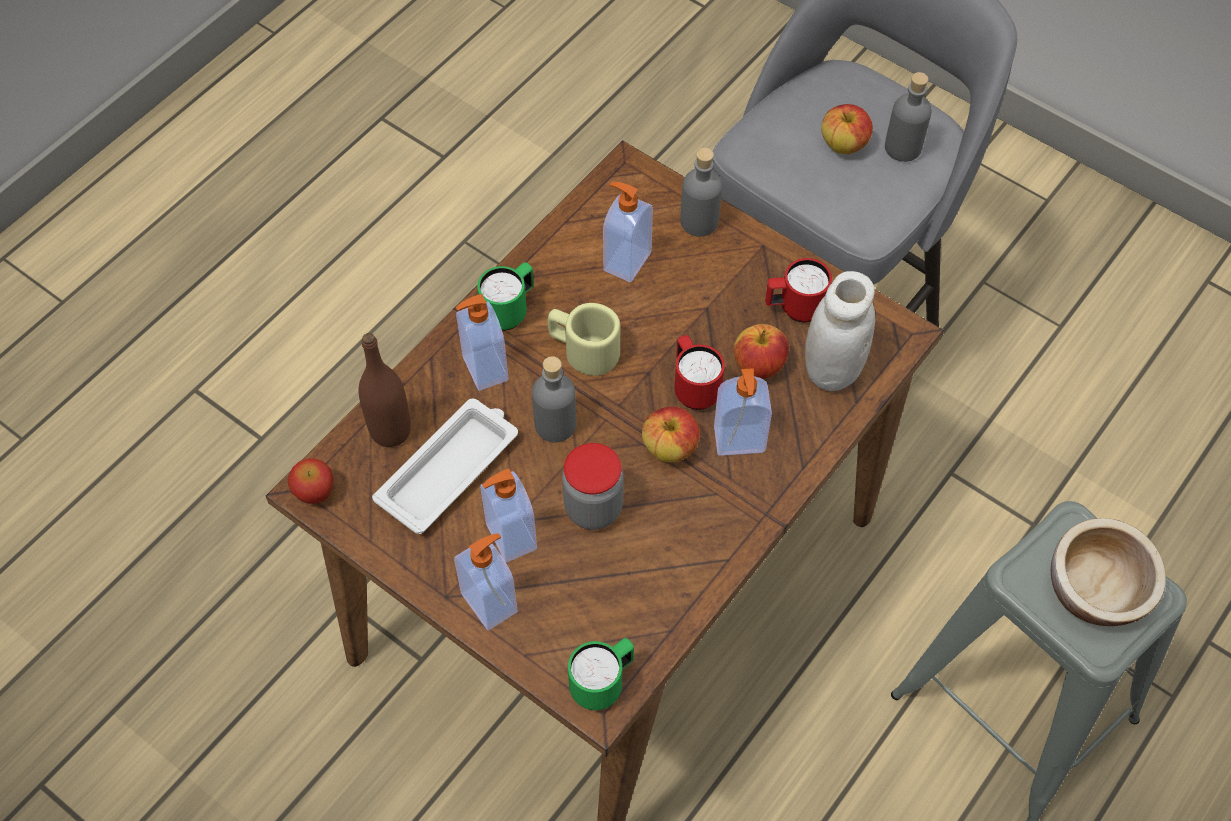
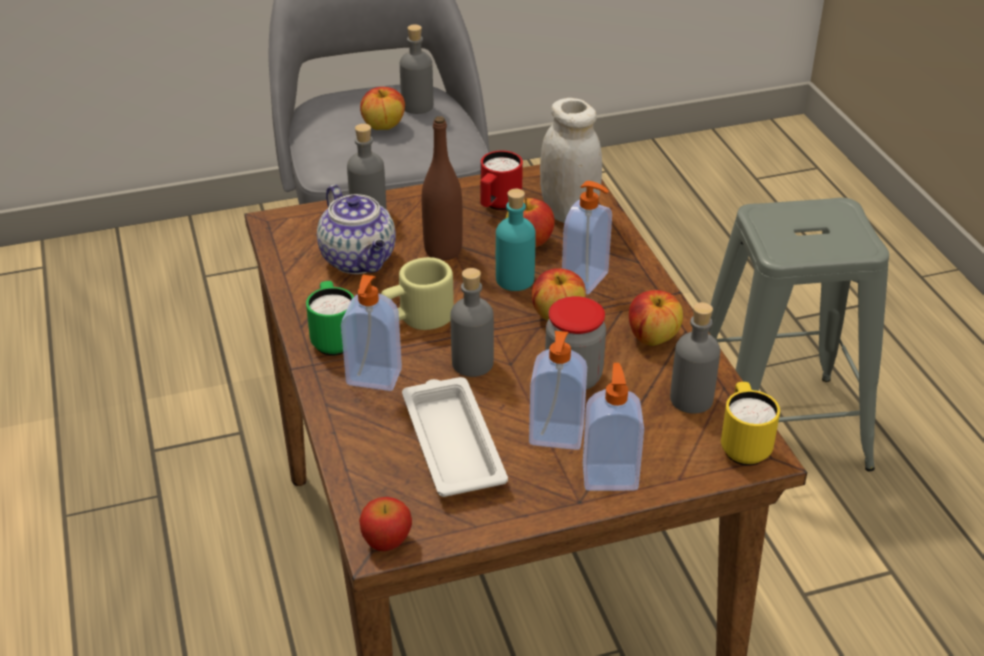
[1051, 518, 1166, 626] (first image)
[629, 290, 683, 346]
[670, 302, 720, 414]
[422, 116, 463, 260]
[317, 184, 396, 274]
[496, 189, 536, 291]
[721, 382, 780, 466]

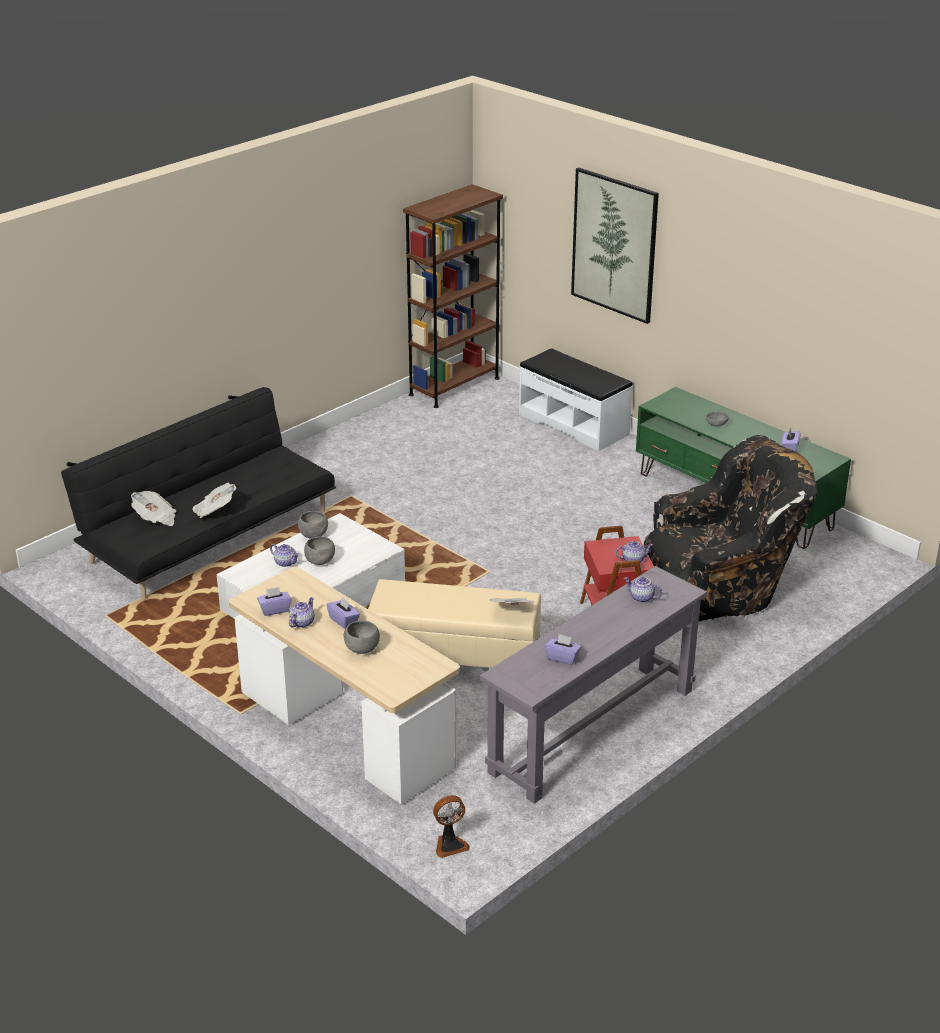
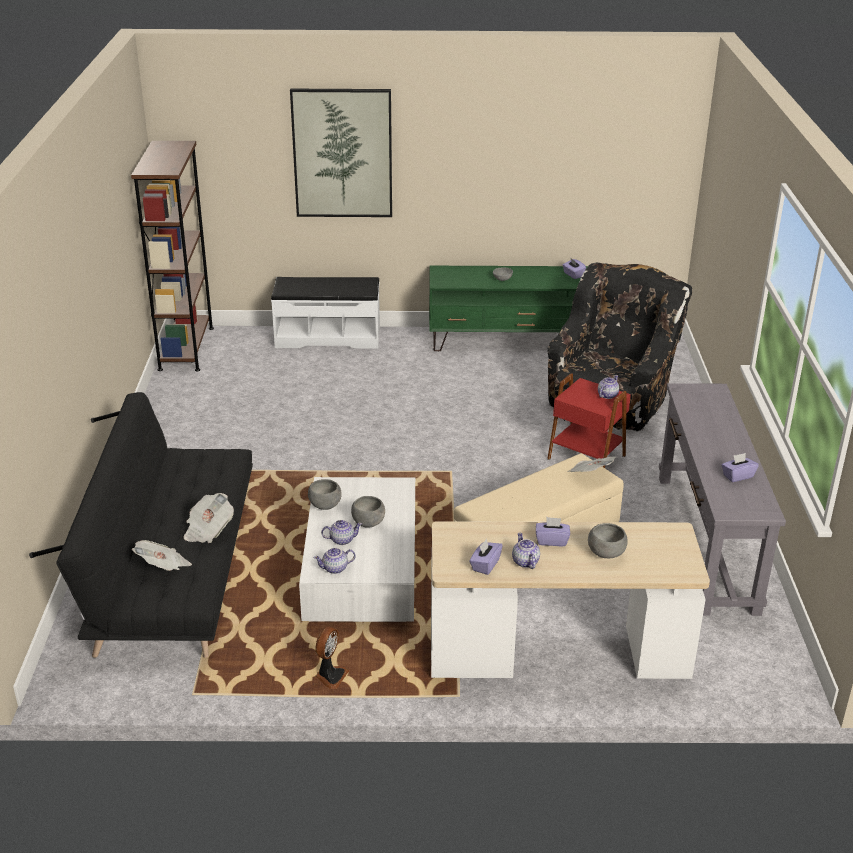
[315, 627, 349, 689]
[314, 548, 355, 574]

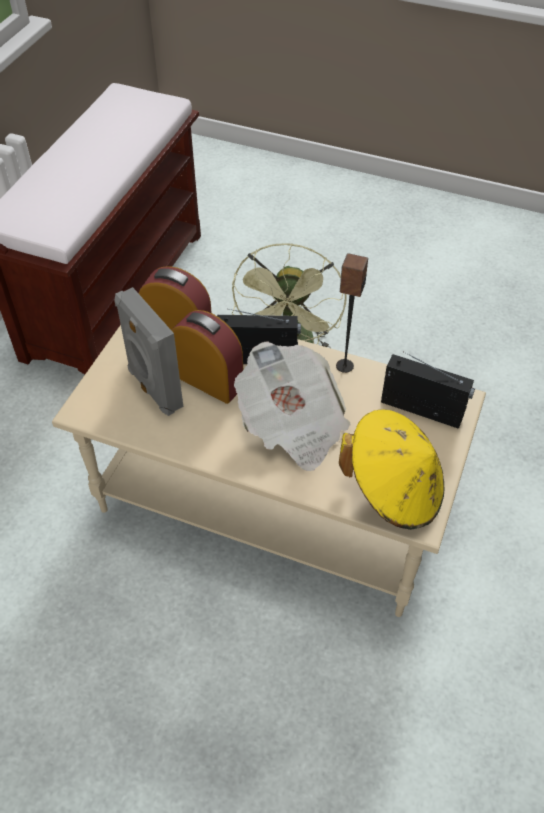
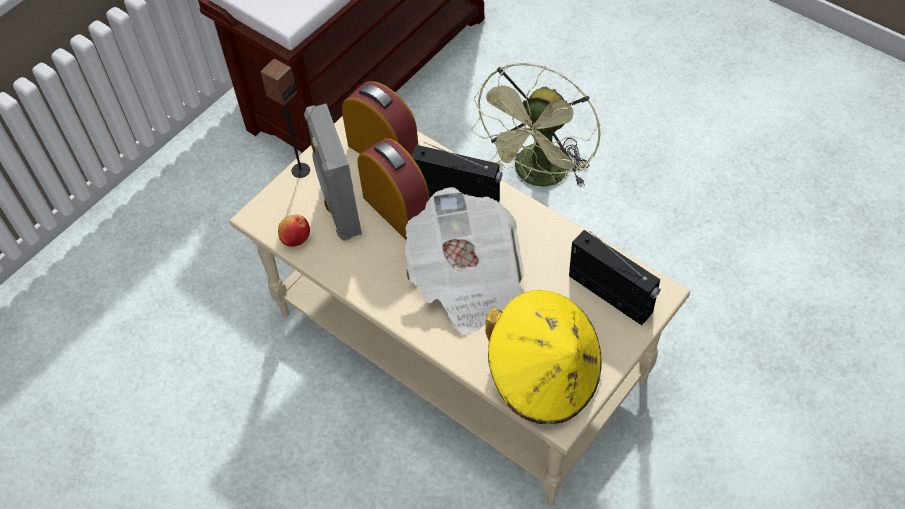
[278, 215, 310, 247]
[260, 59, 310, 178]

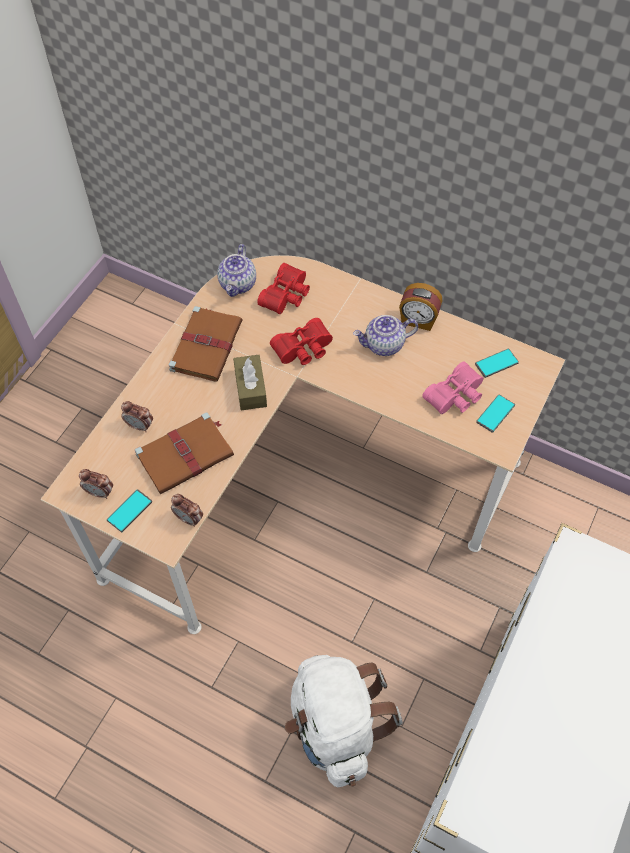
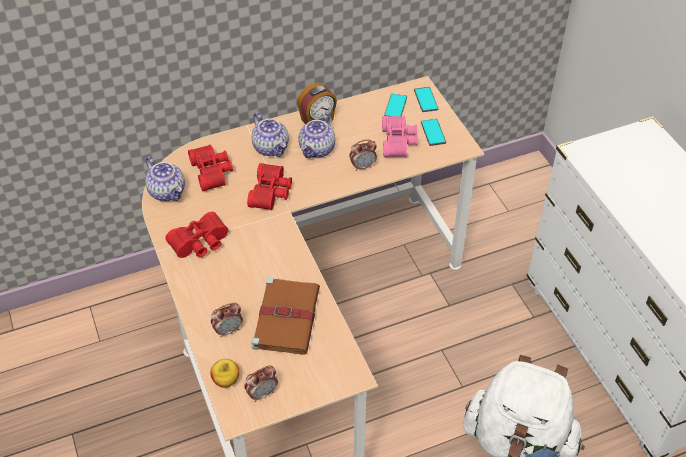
[233, 355, 267, 410] (first image)
[210, 359, 240, 388]
[252, 113, 289, 157]
[414, 87, 438, 112]
[349, 139, 377, 171]
[165, 212, 228, 258]

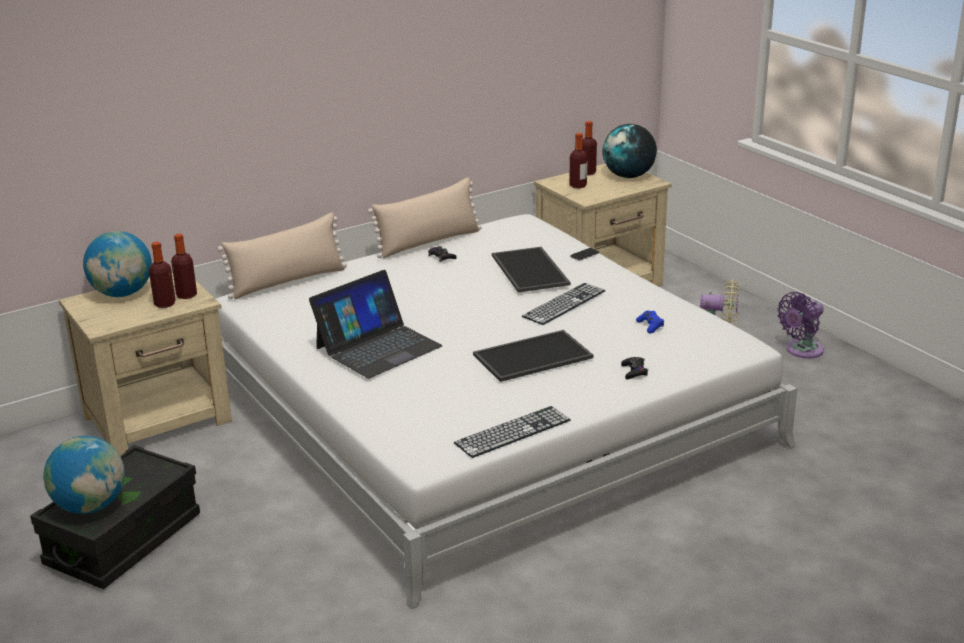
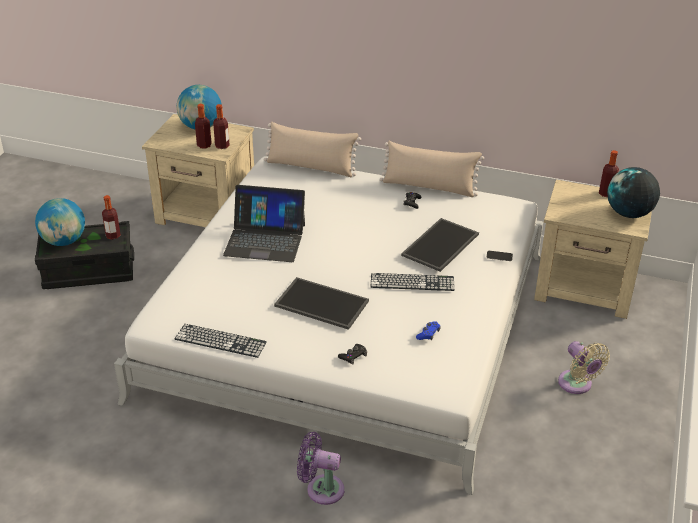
[102, 195, 121, 240]
[297, 432, 344, 505]

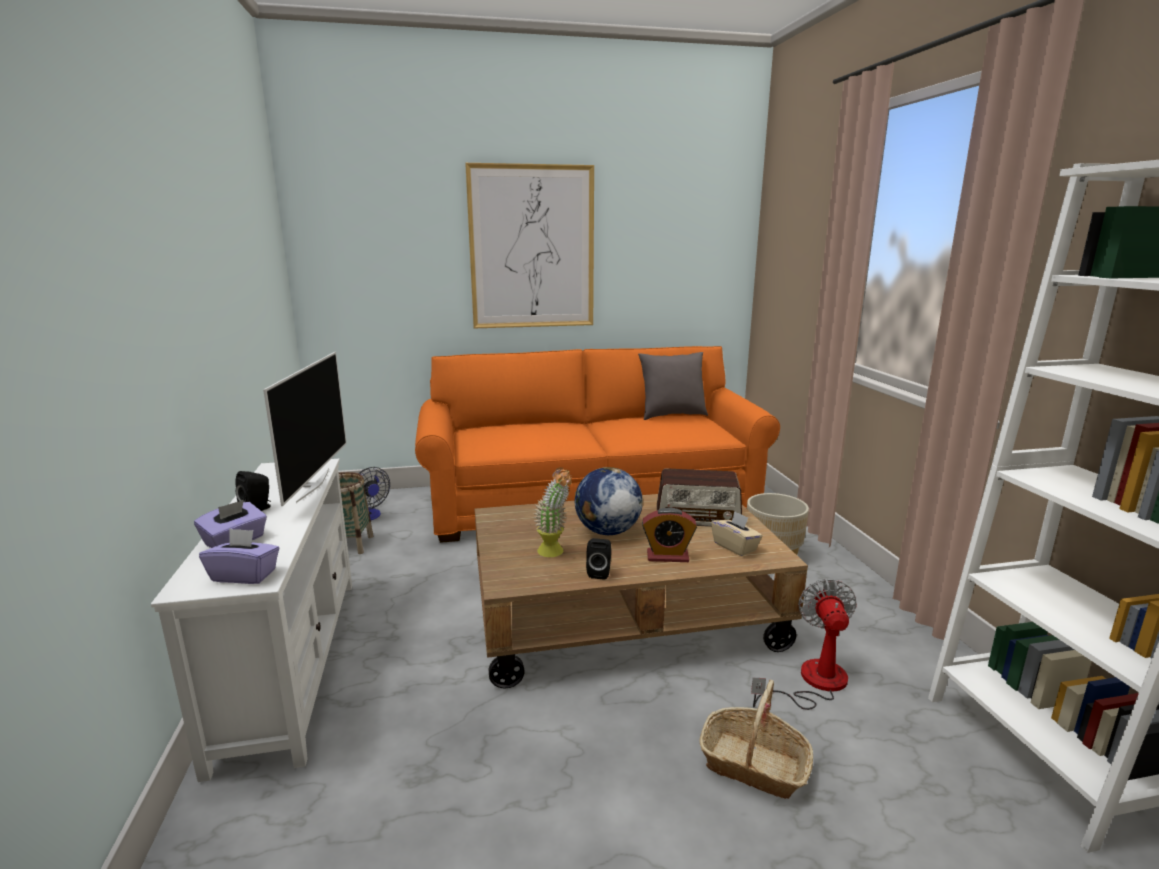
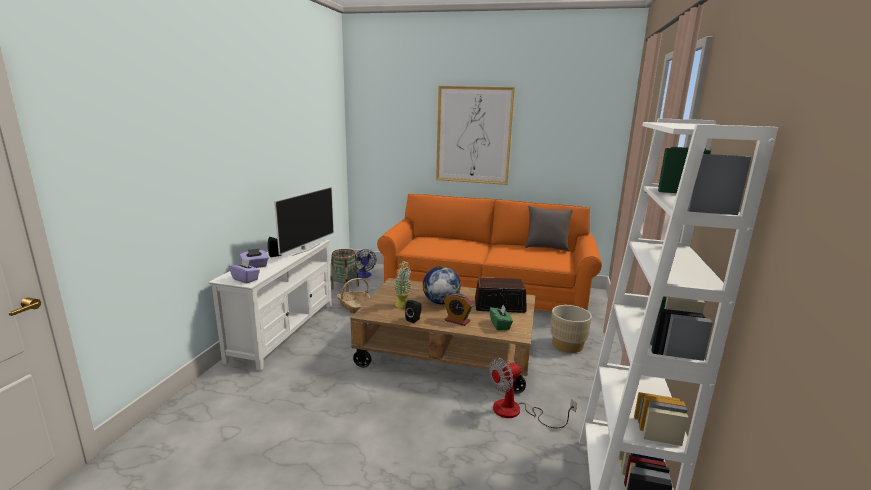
[337, 278, 370, 313]
[490, 305, 513, 330]
[475, 277, 527, 313]
[489, 357, 577, 428]

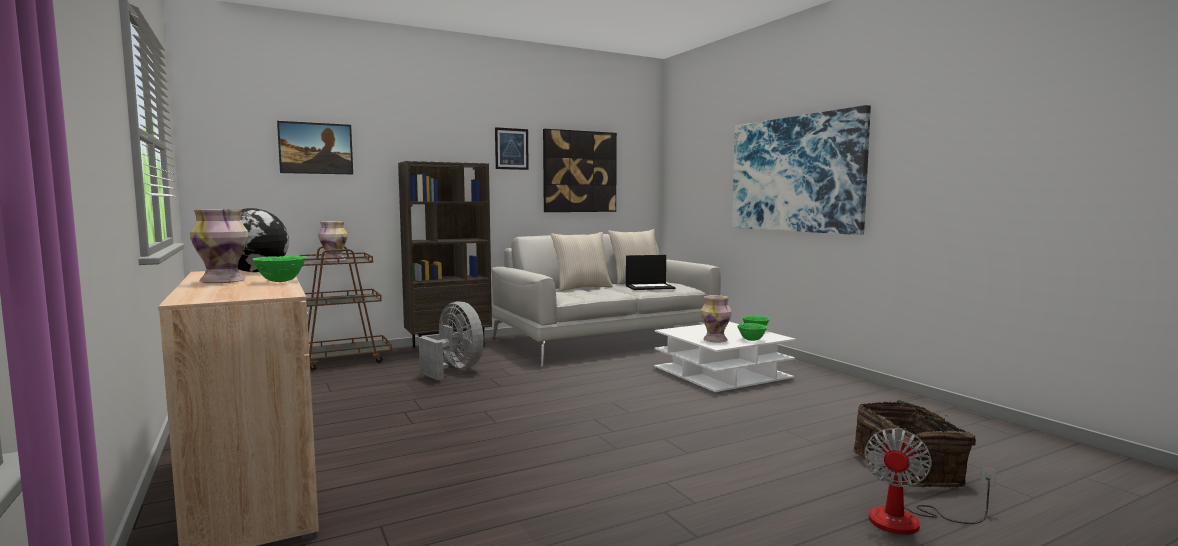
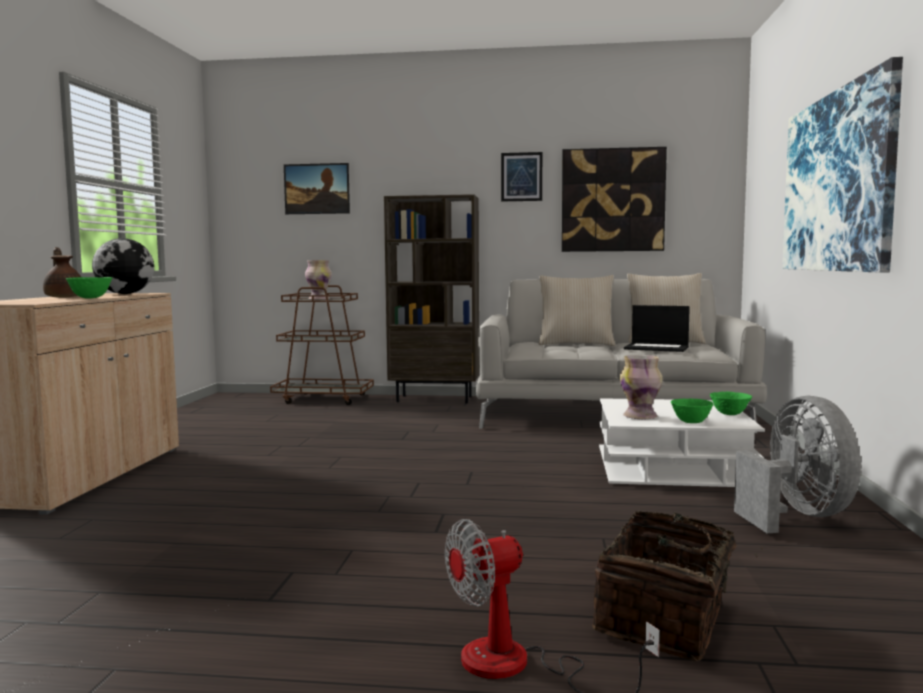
[734, 396, 861, 533]
[43, 247, 81, 298]

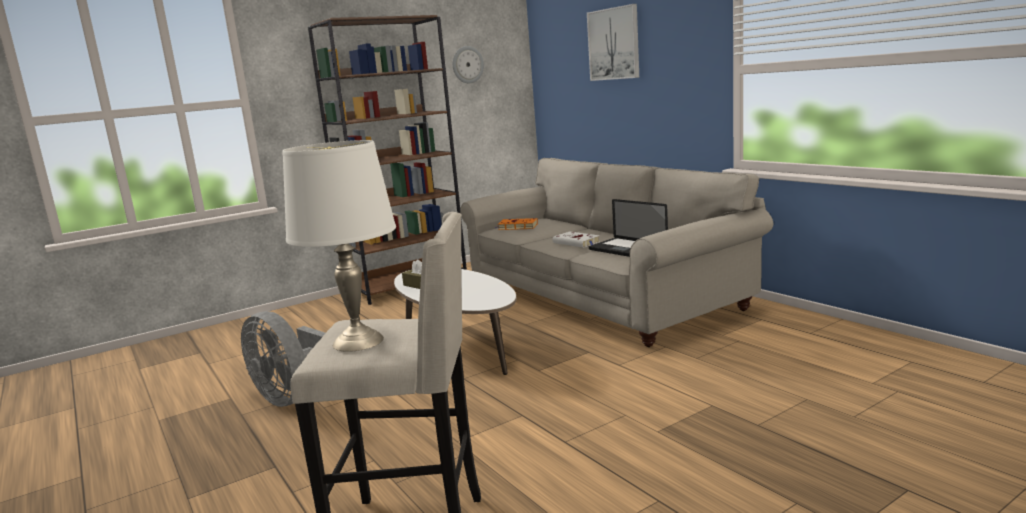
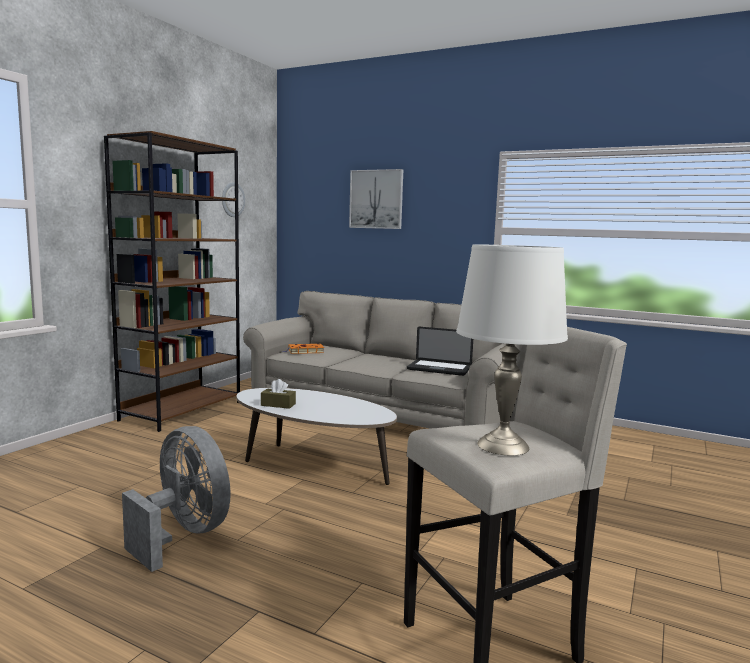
[553, 231, 600, 248] (first image)
[122, 426, 231, 572]

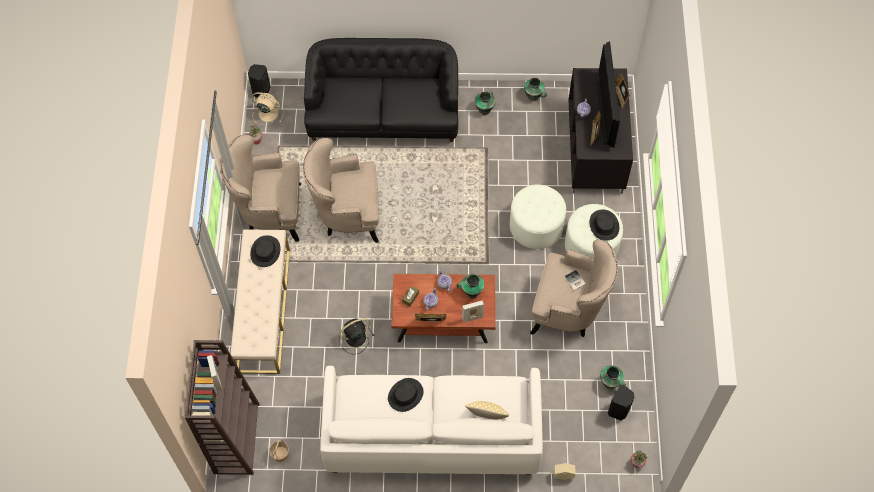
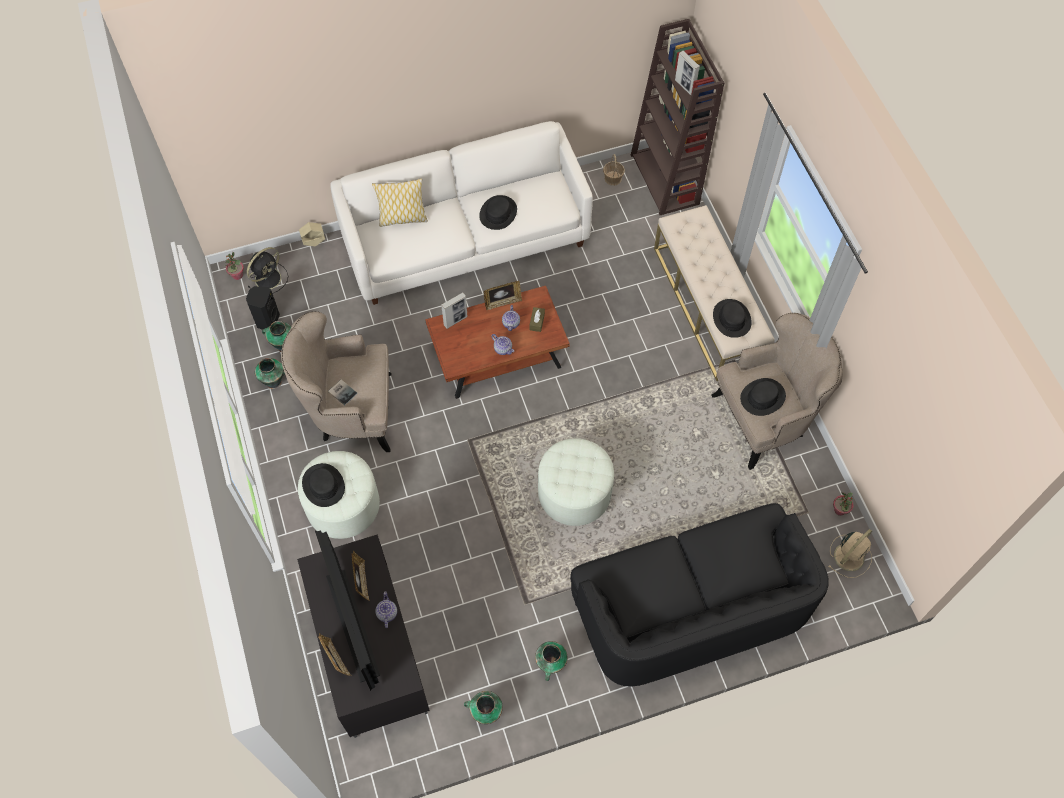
[248, 64, 271, 98] (first image)
[303, 138, 379, 243] (first image)
[740, 378, 786, 416]
[247, 247, 288, 294]
[255, 358, 285, 389]
[538, 438, 614, 526]
[828, 529, 872, 578]

